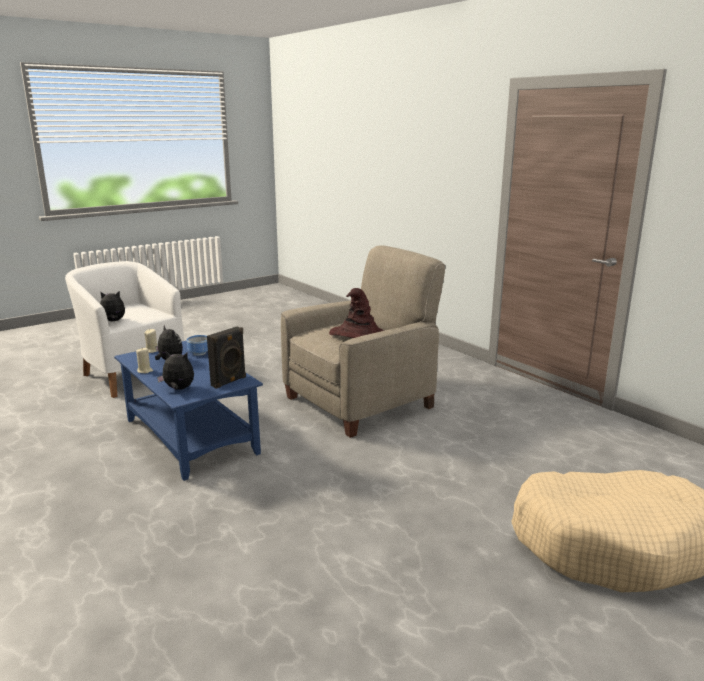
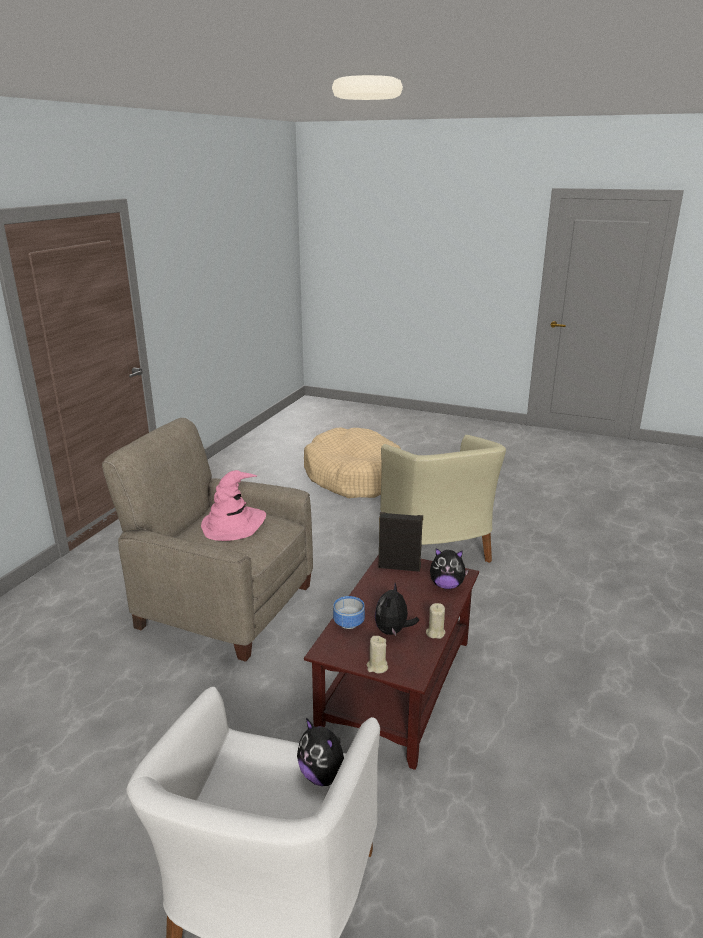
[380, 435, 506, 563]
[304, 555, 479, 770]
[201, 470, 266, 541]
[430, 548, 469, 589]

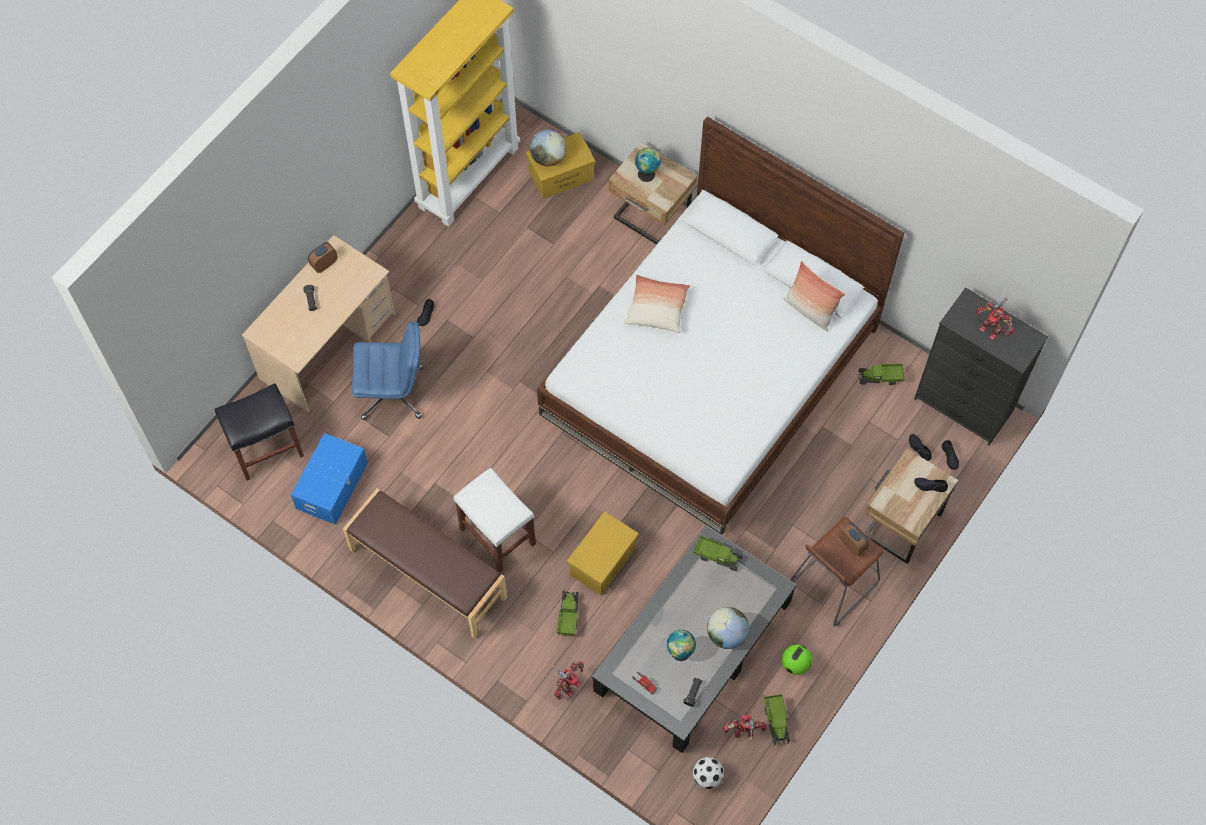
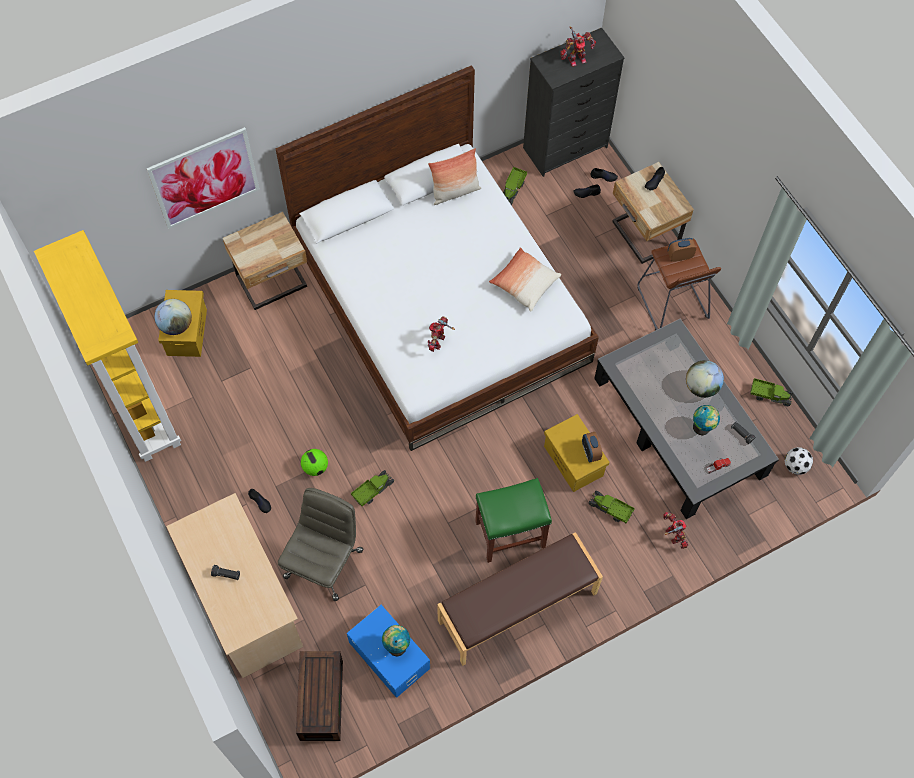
[147, 127, 260, 229]
[582, 432, 602, 462]
[489, 247, 561, 312]
[382, 625, 410, 656]
[351, 470, 394, 506]
[428, 316, 455, 352]
[301, 449, 328, 476]
[296, 651, 343, 741]
[278, 488, 363, 601]
[475, 478, 552, 563]

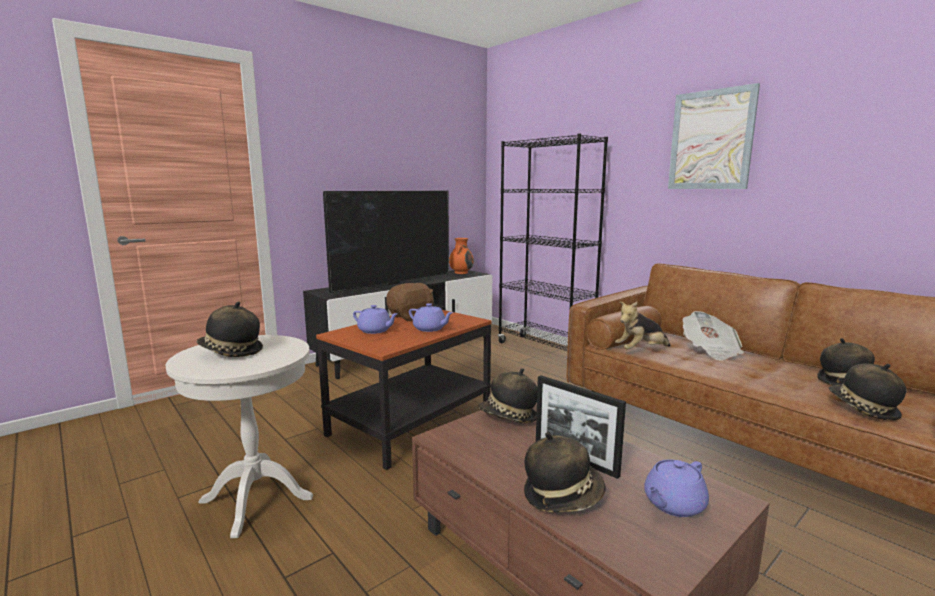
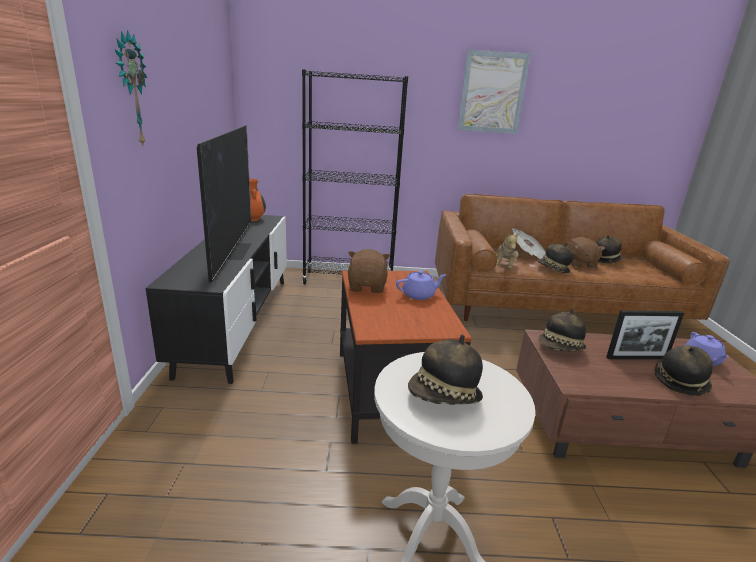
[353, 305, 398, 334] (first image)
[115, 30, 147, 145]
[567, 237, 605, 269]
[536, 243, 574, 273]

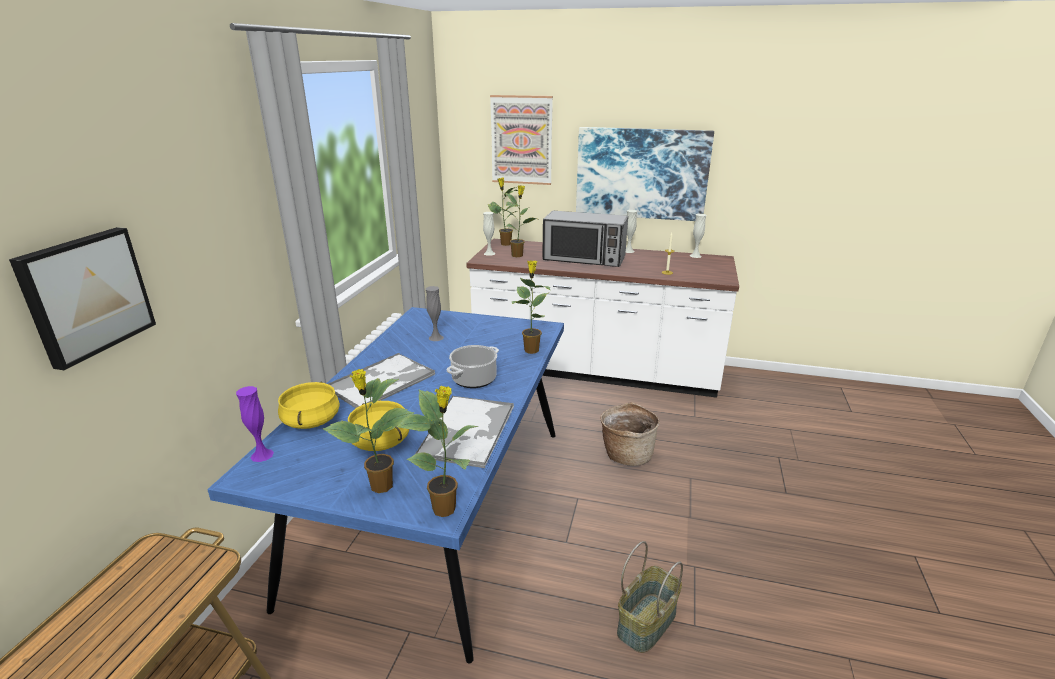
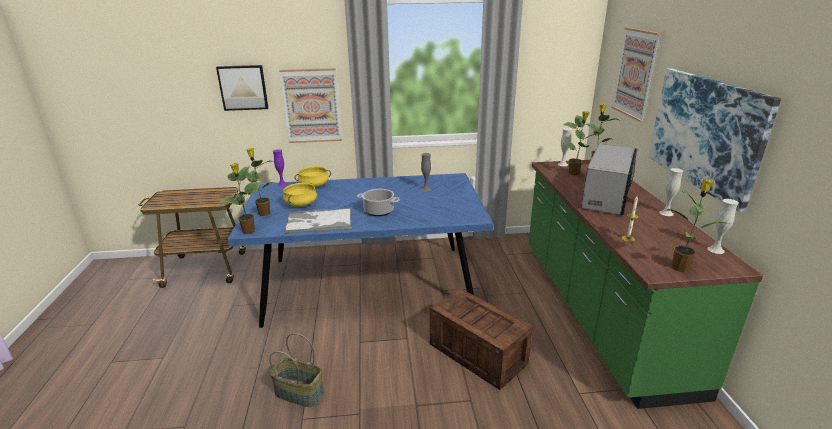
[328, 353, 435, 408] (first image)
[279, 68, 342, 143]
[665, 178, 729, 272]
[430, 288, 533, 390]
[529, 160, 763, 409]
[581, 144, 637, 215]

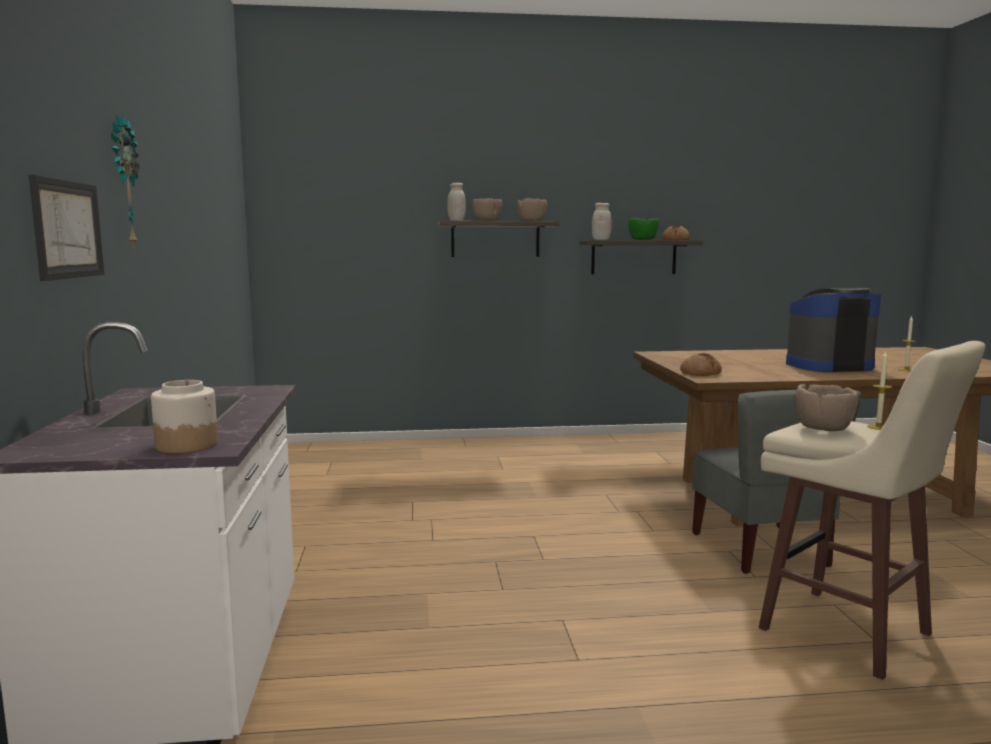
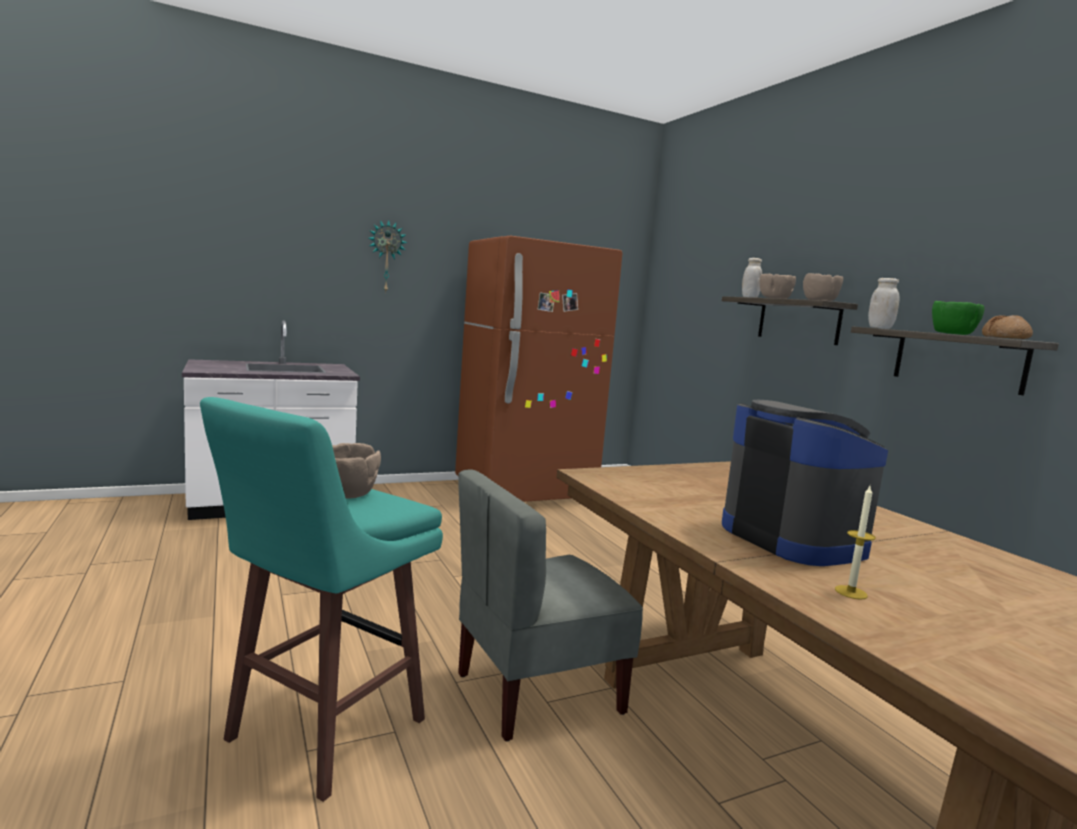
[29, 175, 104, 281] (first image)
[151, 380, 218, 454] (first image)
[680, 353, 722, 376] (first image)
[867, 350, 892, 430] (first image)
[455, 235, 623, 502]
[200, 397, 443, 802]

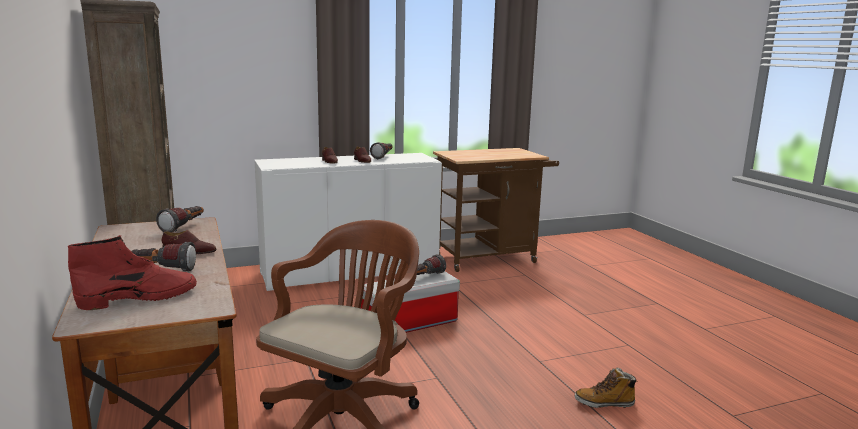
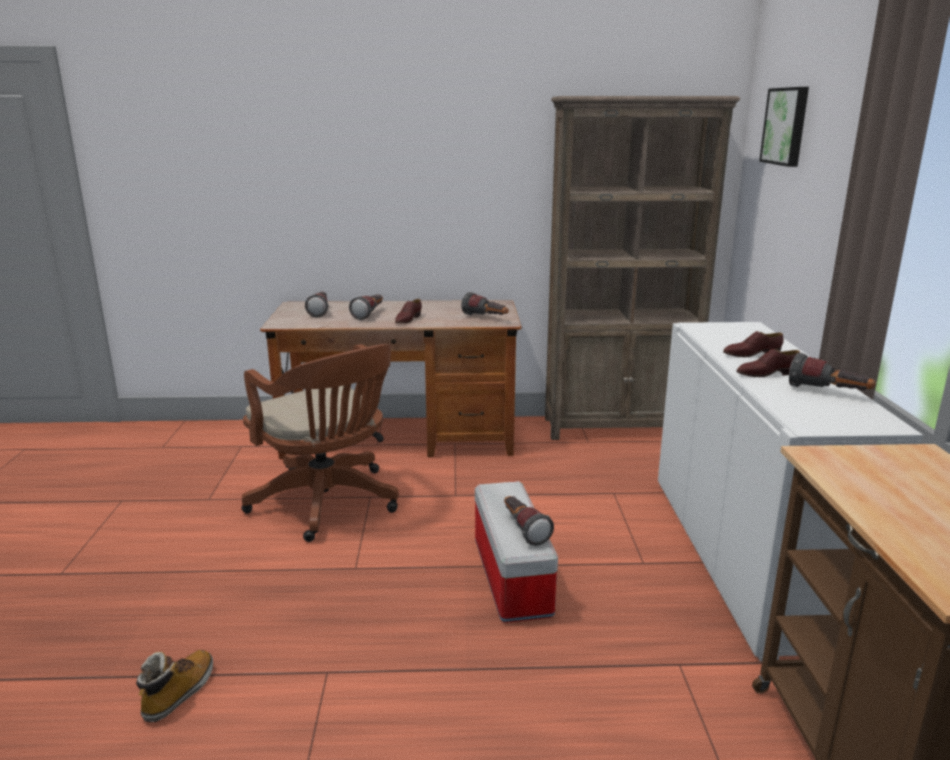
[759, 87, 809, 167]
[305, 292, 329, 317]

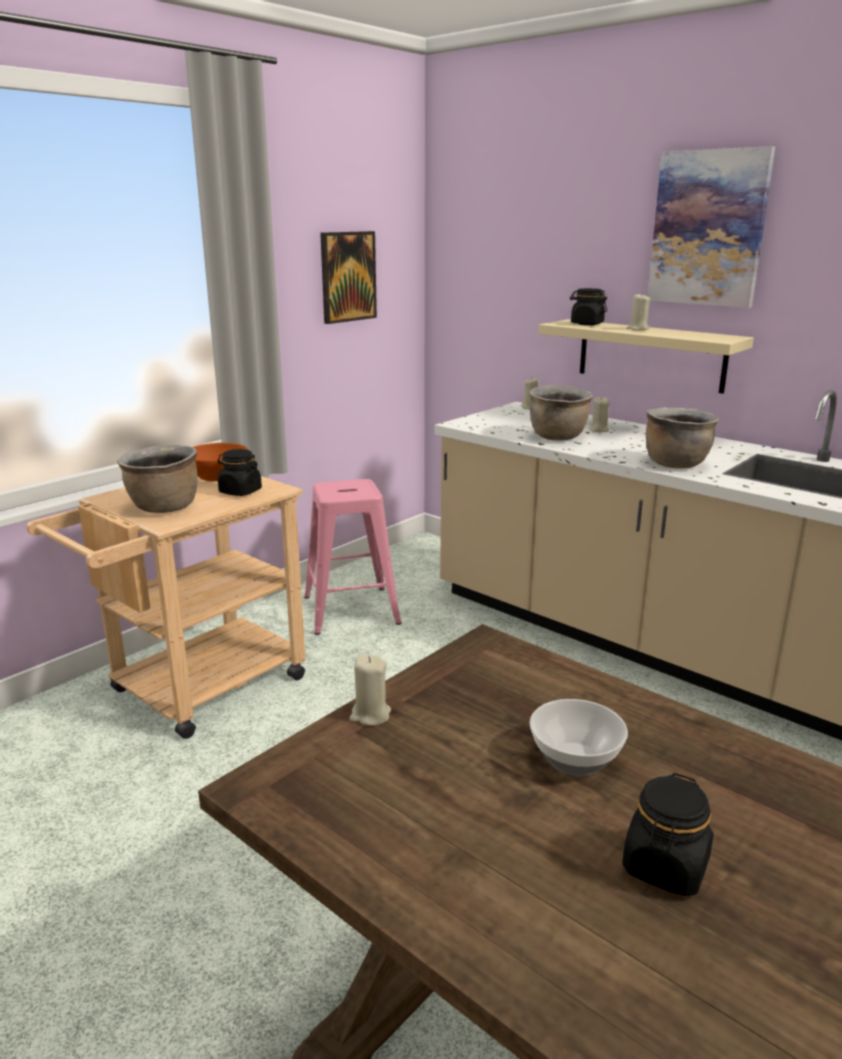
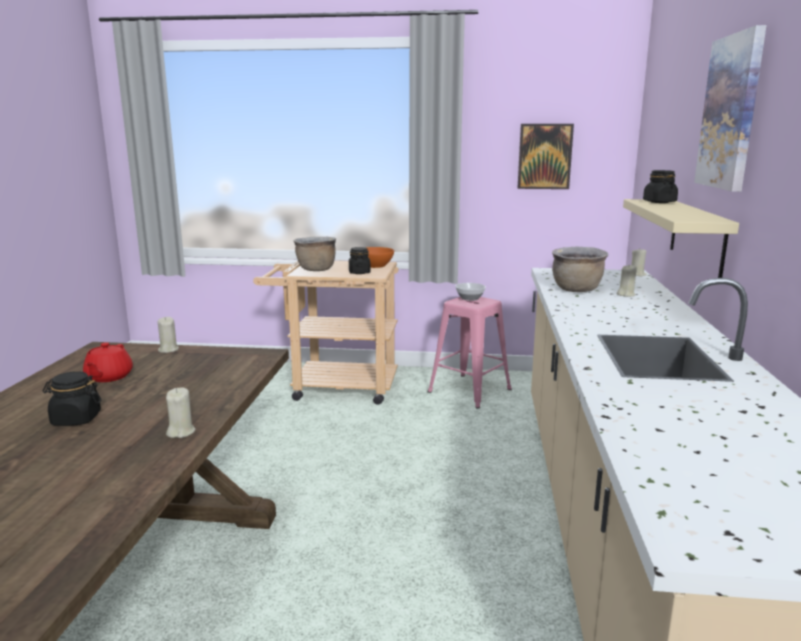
[646, 408, 719, 469] (first image)
[83, 342, 133, 382]
[455, 283, 486, 301]
[166, 387, 196, 438]

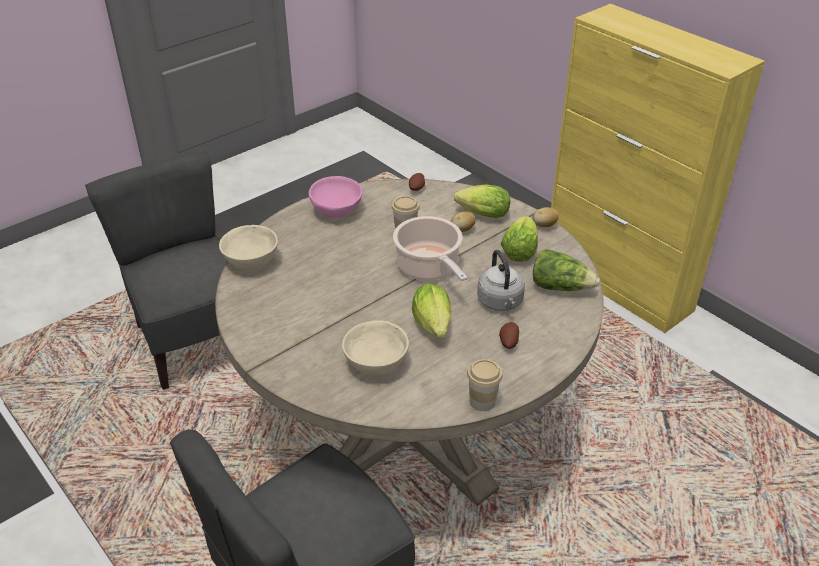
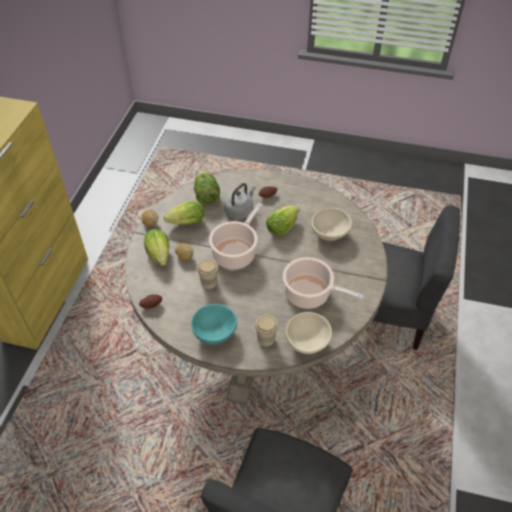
[283, 257, 364, 309]
[255, 315, 278, 347]
[191, 304, 237, 344]

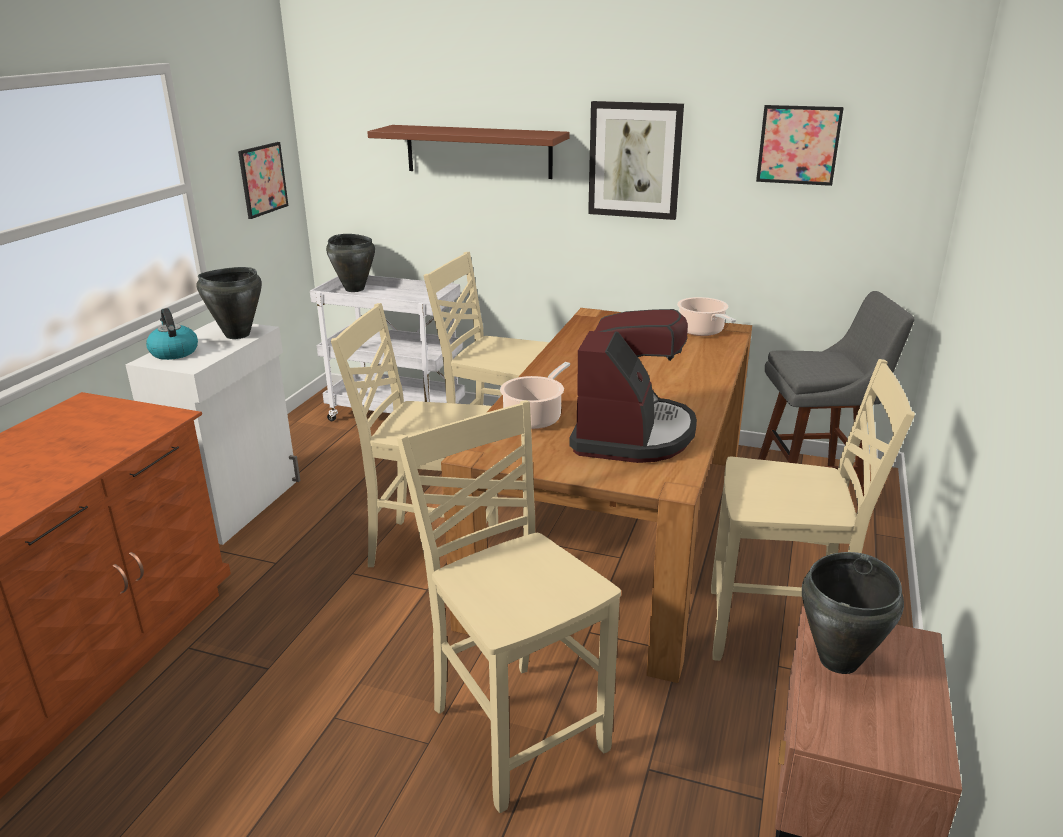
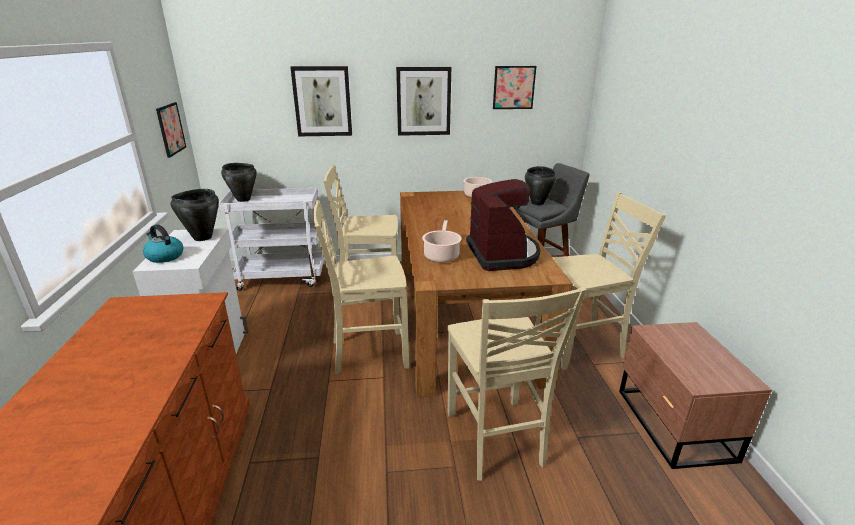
[525, 166, 557, 205]
[290, 66, 352, 136]
[447, 287, 586, 481]

